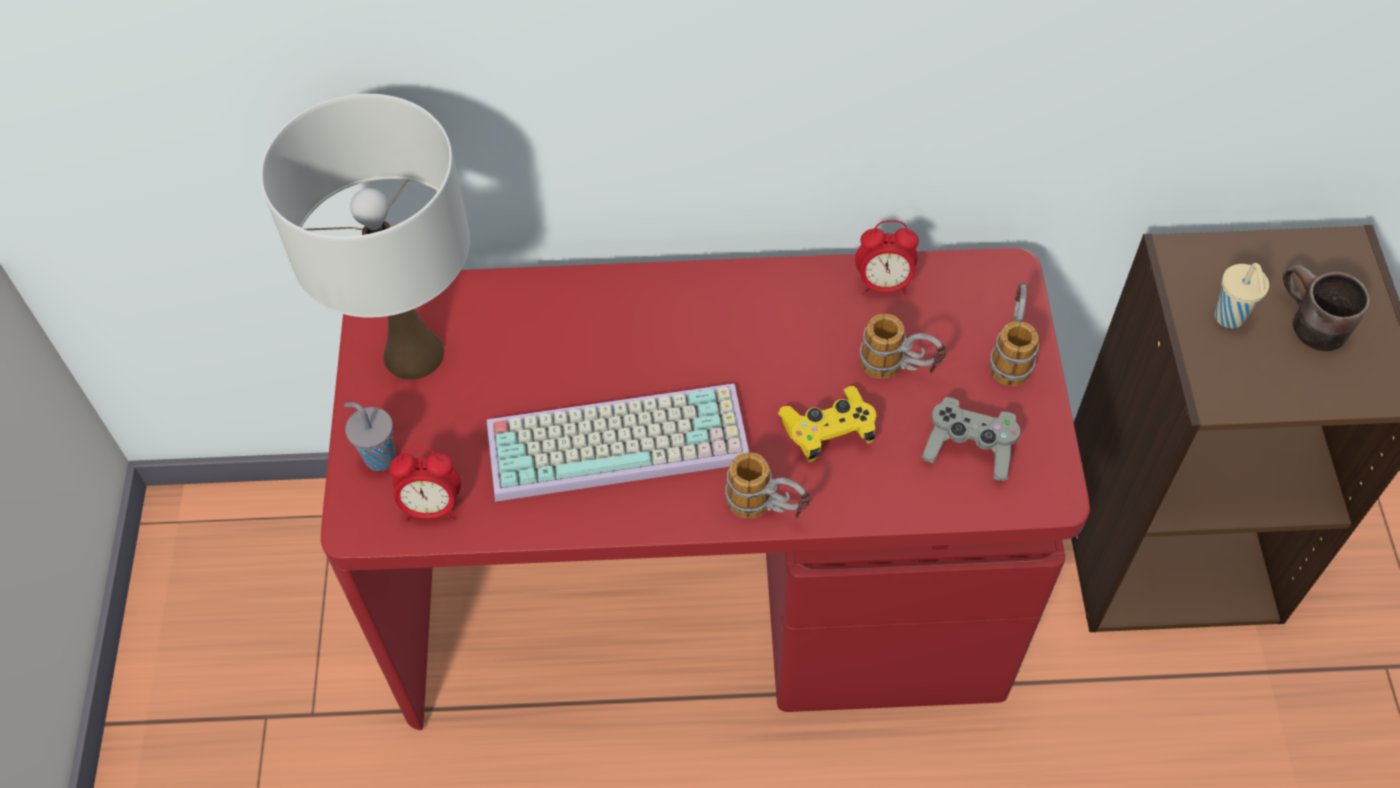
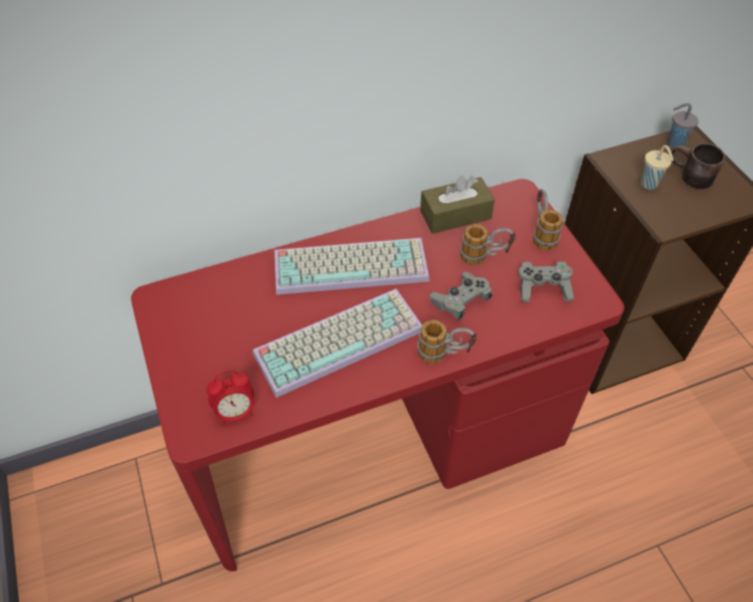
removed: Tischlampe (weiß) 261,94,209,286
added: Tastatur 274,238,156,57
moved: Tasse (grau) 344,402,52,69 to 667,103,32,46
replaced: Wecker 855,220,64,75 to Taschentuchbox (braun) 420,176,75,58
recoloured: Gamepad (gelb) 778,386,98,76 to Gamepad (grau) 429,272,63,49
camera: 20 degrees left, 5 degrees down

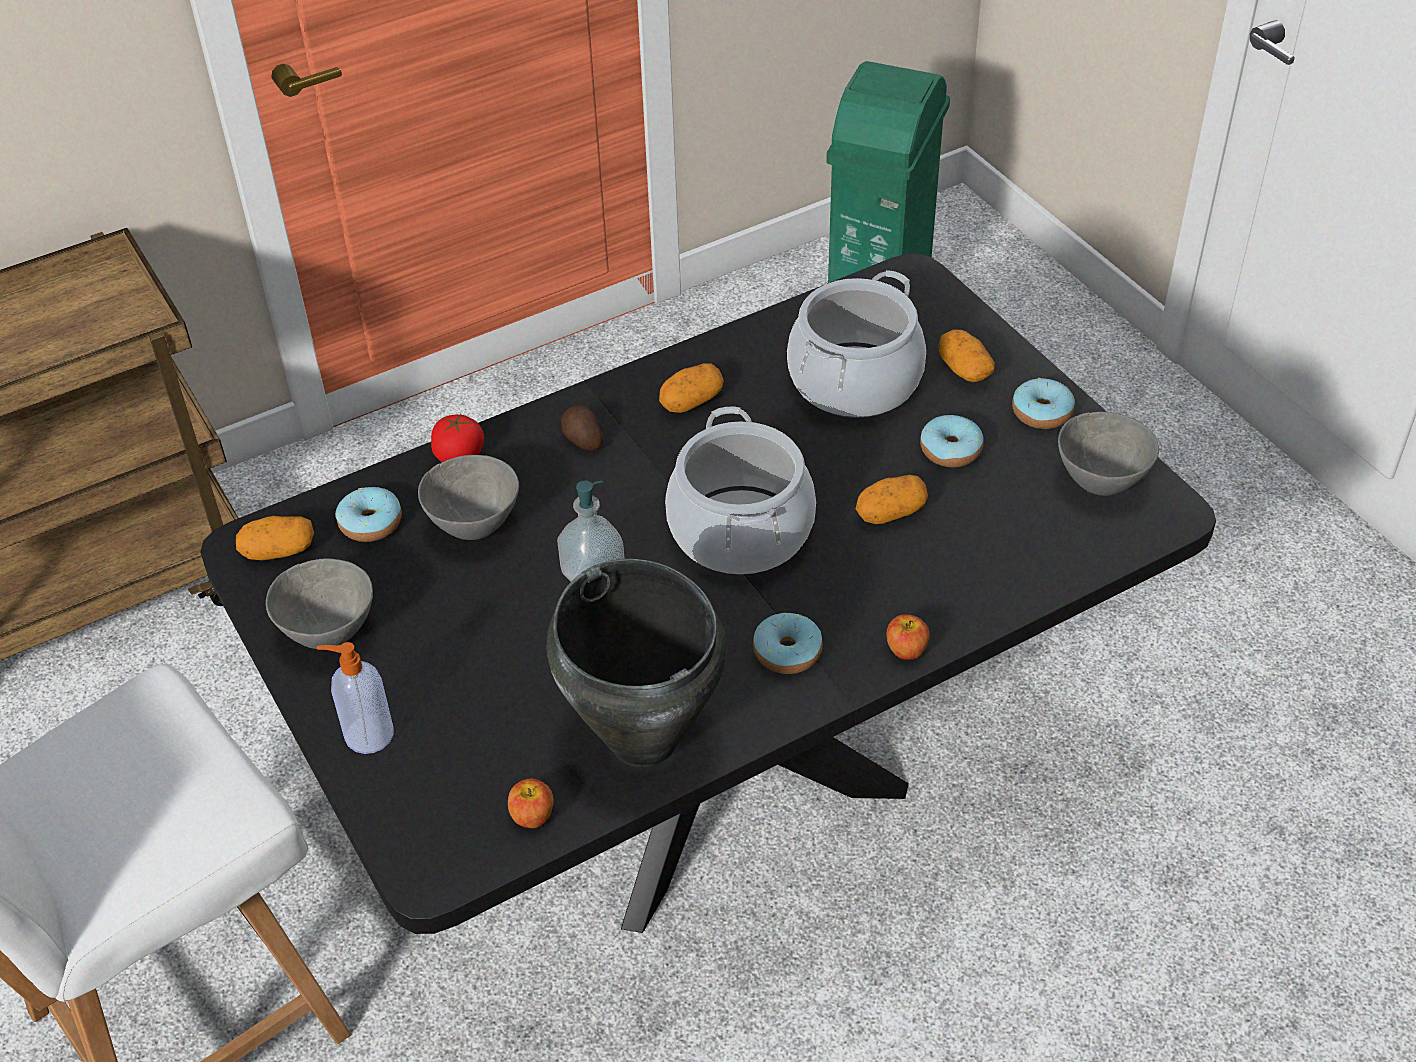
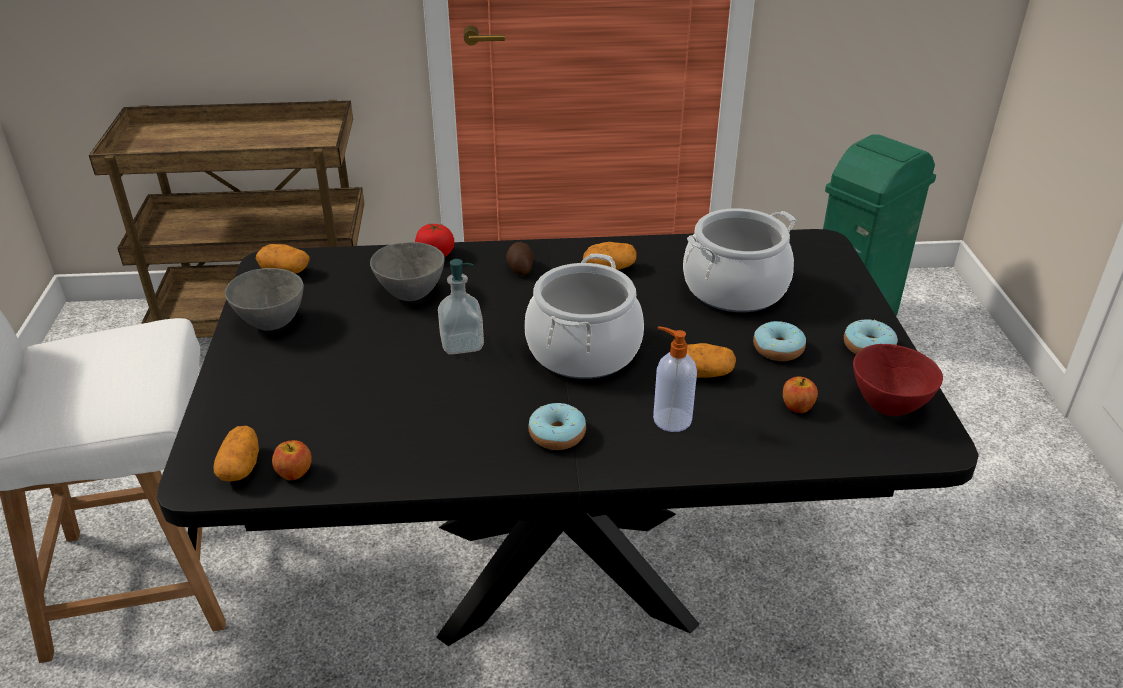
removed: Donut 335,487,67,55; Kochtopf (schwarz) 547,559,179,208
moved: Seifenspender 317,642,76,112 to 653,326,44,106; Apfel 887,614,43,46 to 783,376,35,37; Kartoffel 938,330,57,52 to 213,426,46,56
recoloured: Schüssel (grau) 1058,412,101,84 to Schüssel (rot) 853,344,90,72
camera: 25 degrees right, 10 degrees down

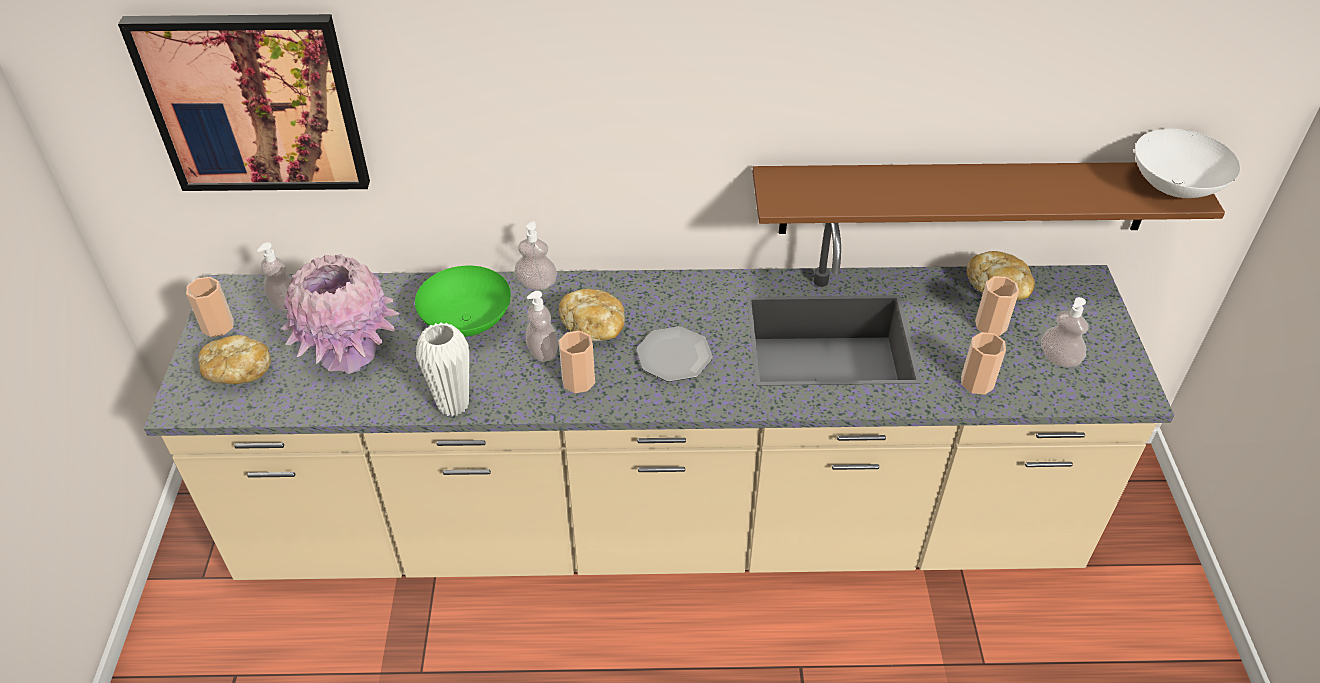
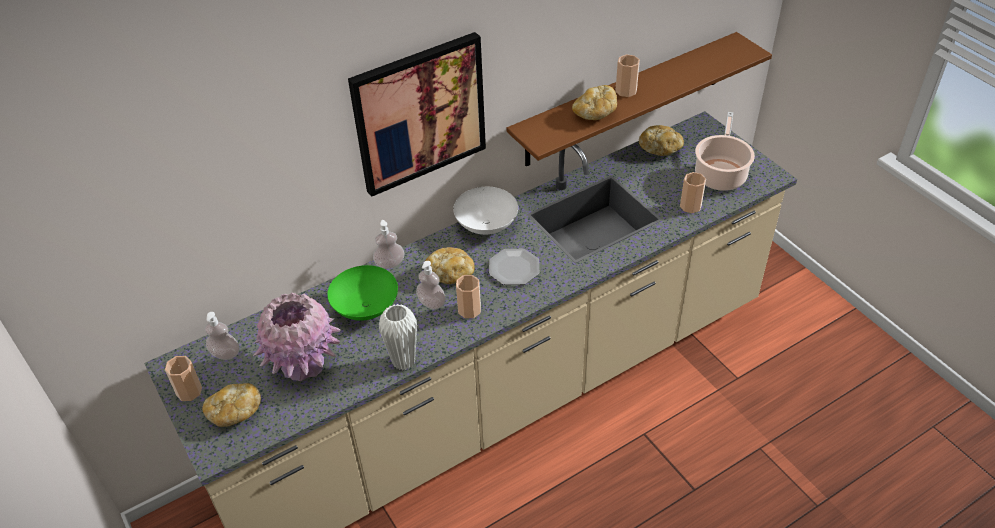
added: Brot 572,85,45,35
moved: Bild 118,14,252,177 to 348,32,138,165; Tasse 975,276,44,60 to 615,54,25,43; Schüssel (weiß) 1135,129,105,69 to 453,187,65,48
replaced: Seifenspender 1041,297,48,71 to Kochtopf 695,112,60,79
camera: 30 degrees left, 0 degrees up

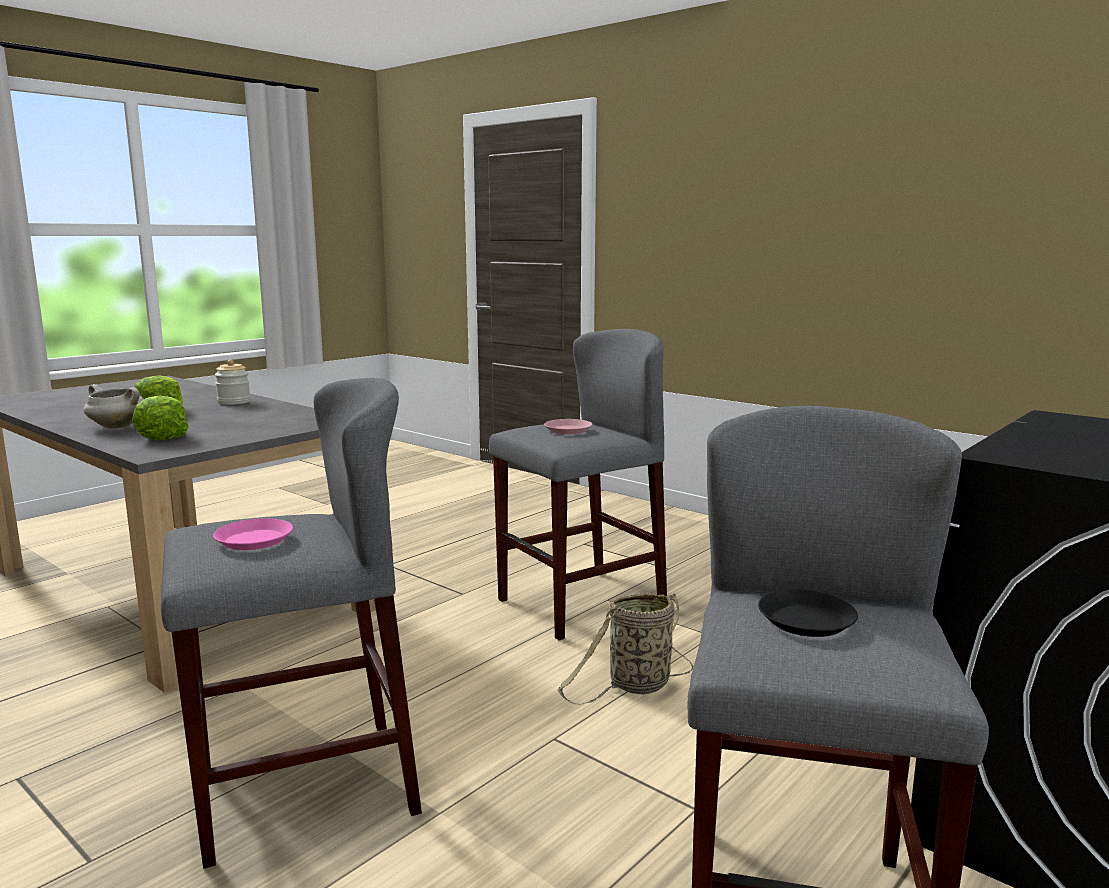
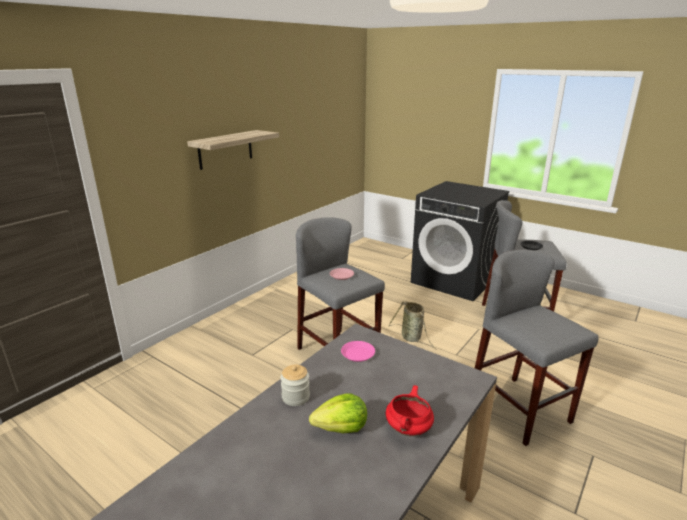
removed: Salatkopf 132,395,57,45
added: Wandregal 187,130,92,40
moved: Teller (rosa) 213,519,80,31 to 341,341,34,21
recoloured: Kochtopf (weiß) 83,384,61,45 to Kochtopf (rot) 386,385,48,51
camera: 95 degrees left, 10 degrees up

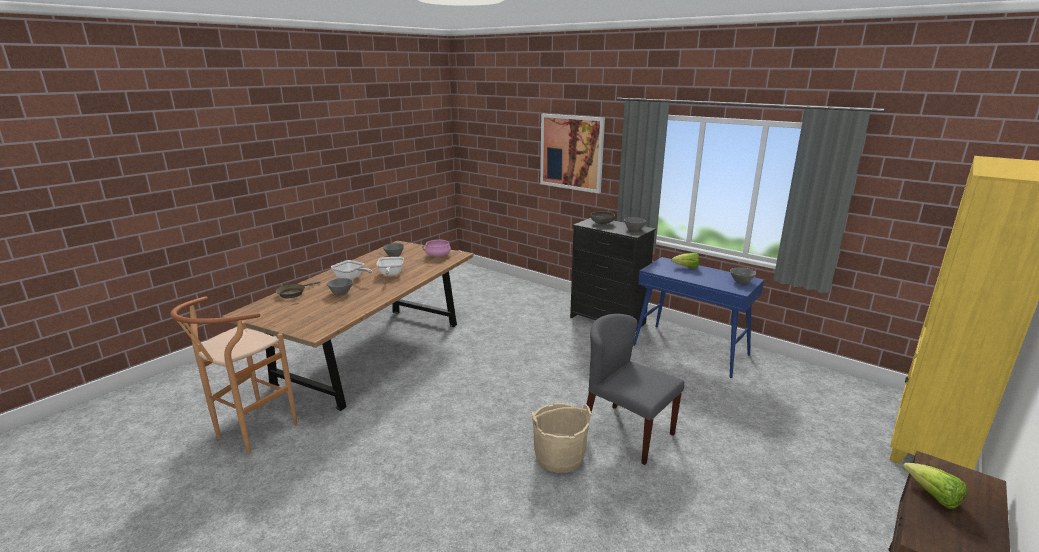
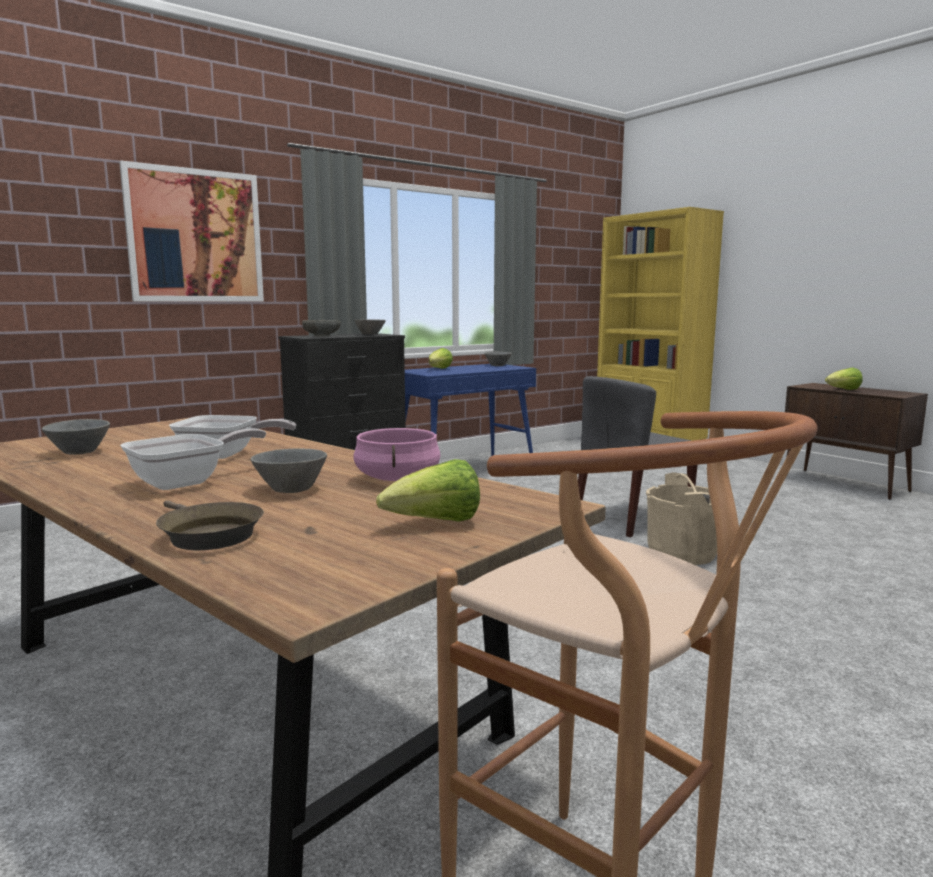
added: Salatkopf 376,459,104,63
moved: Kochtopf (rosa) 422,240,30,17 to 353,428,87,53
camera: 75 degrees left, 10 degrees down

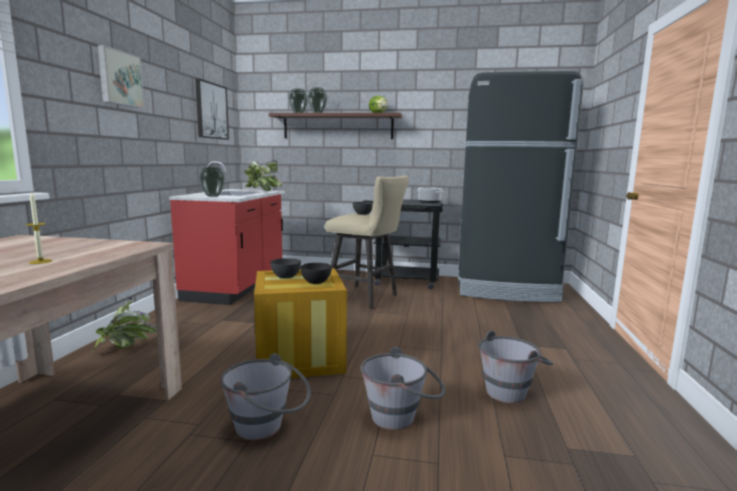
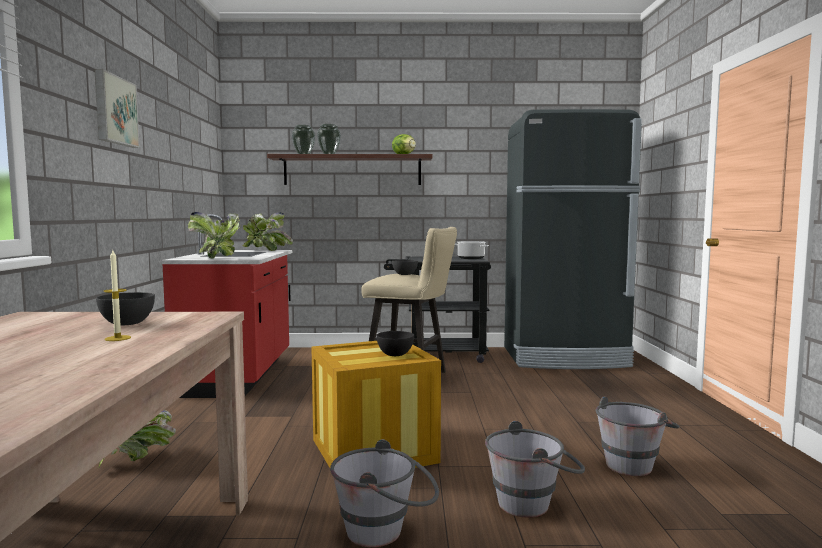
removed: Bild 195,78,34,62
moved: Schüssel (grau) 270,258,31,21 to 96,292,59,33
replaced: Vase 199,166,26,31 to Topfpflanze 188,212,52,47
camera: 10 degrees left, 5 degrees down

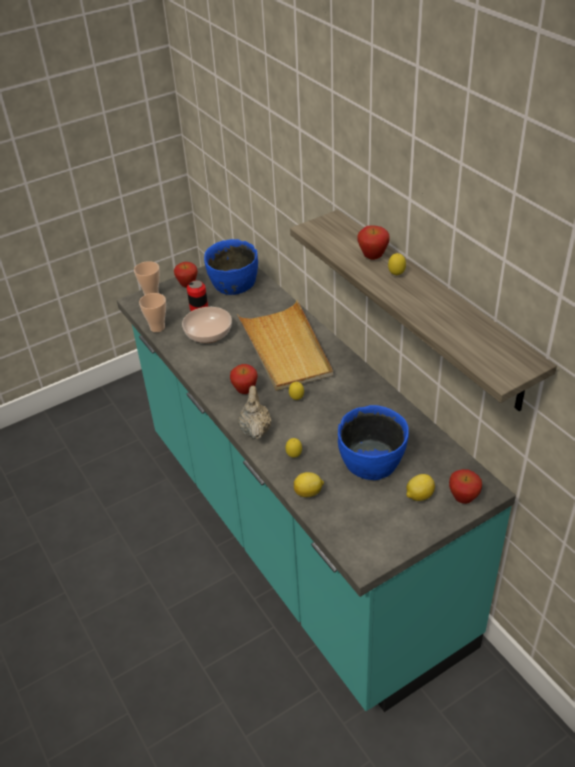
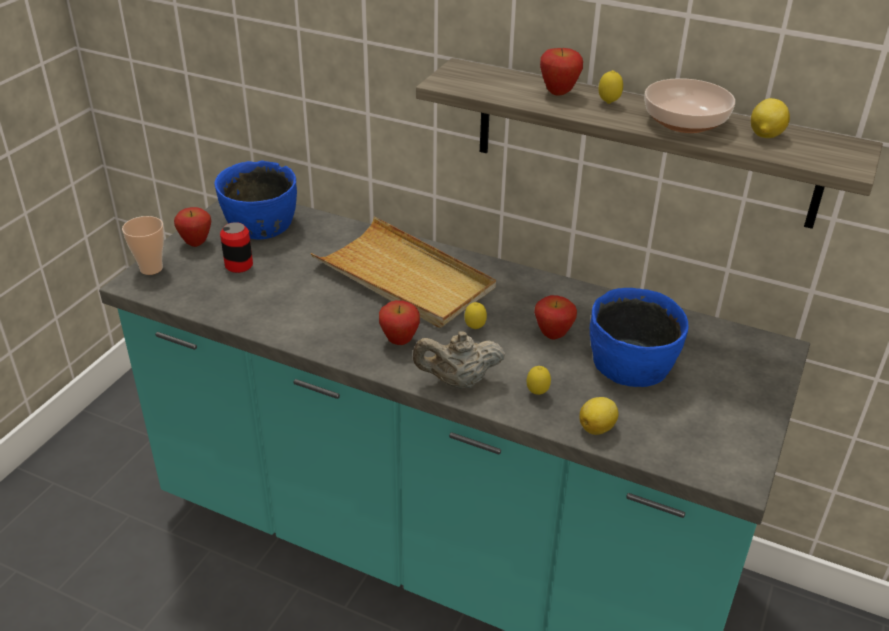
removed: Tasse 139,293,27,39
moved: Schüssel 182,307,50,36 to 645,78,90,55; Zitrone 406,474,29,27 to 751,98,39,40; Apfel 449,469,33,35 to 534,295,43,44
turned: Teekanne (beige) 238,386,33,53 = 413,331,92,58 60 degrees counterclockwise
camera: 35 degrees left, 5 degrees down

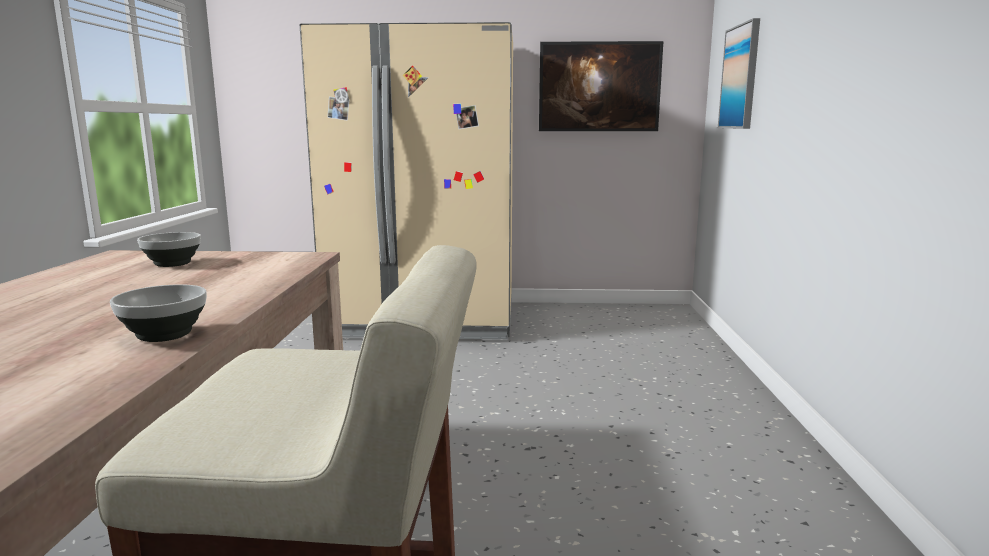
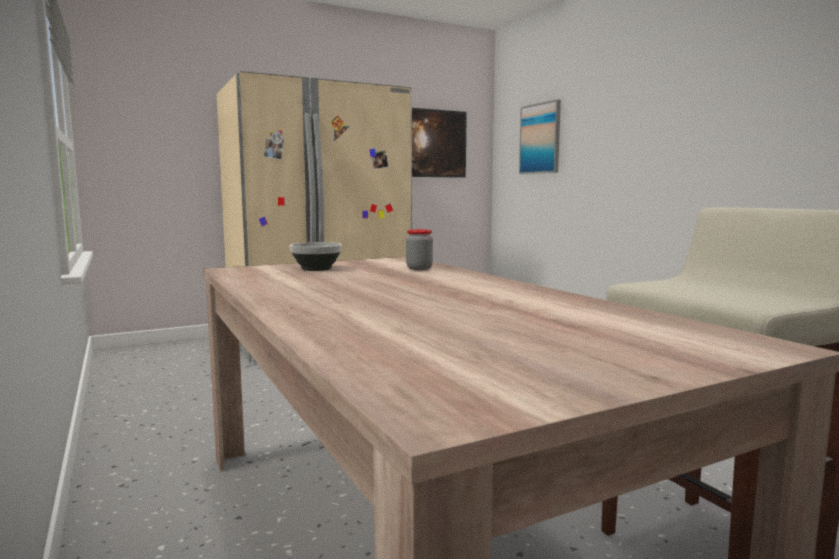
removed: Schüssel 110,284,97,58
added: Vorratsglas 406,229,27,41
camera: 30 degrees left, 5 degrees down

